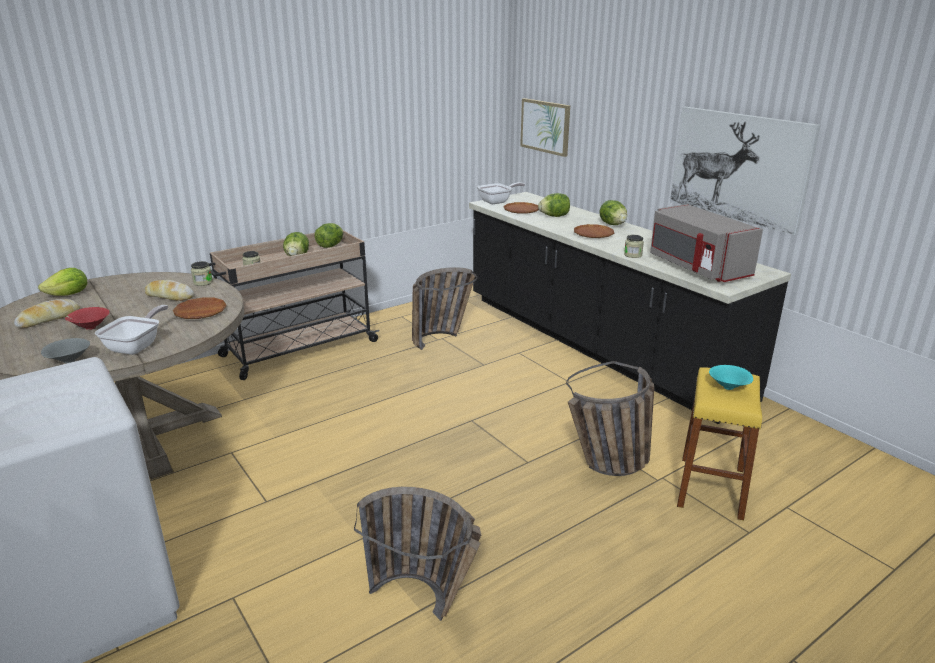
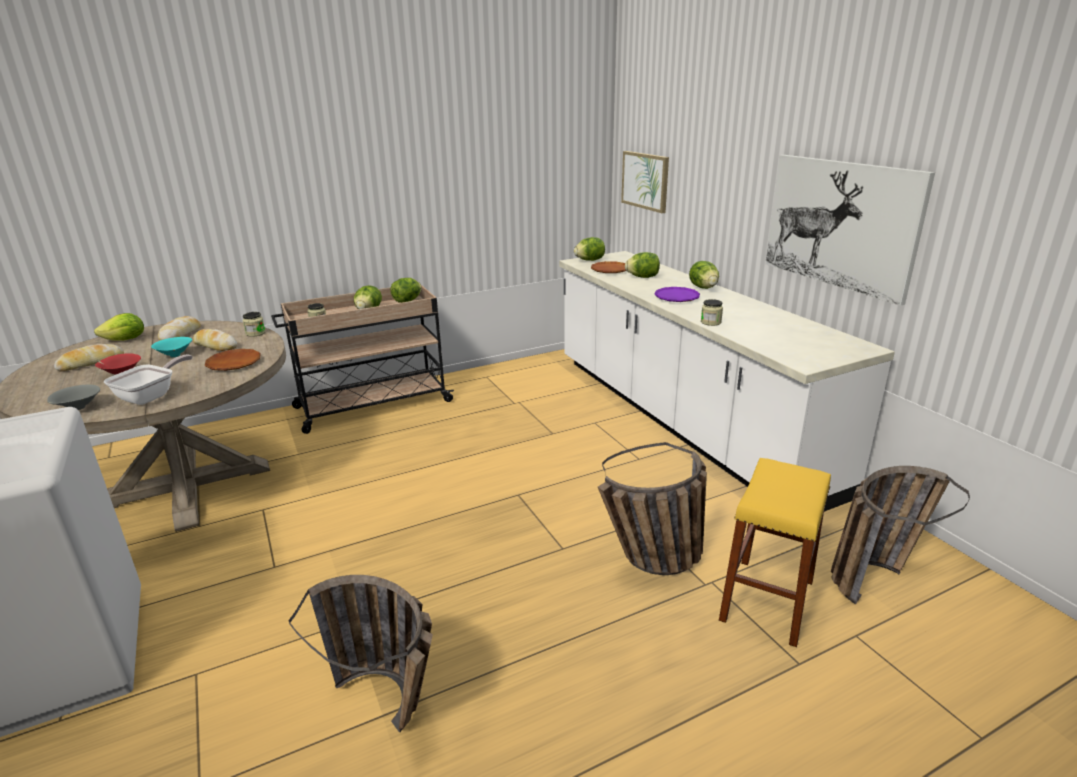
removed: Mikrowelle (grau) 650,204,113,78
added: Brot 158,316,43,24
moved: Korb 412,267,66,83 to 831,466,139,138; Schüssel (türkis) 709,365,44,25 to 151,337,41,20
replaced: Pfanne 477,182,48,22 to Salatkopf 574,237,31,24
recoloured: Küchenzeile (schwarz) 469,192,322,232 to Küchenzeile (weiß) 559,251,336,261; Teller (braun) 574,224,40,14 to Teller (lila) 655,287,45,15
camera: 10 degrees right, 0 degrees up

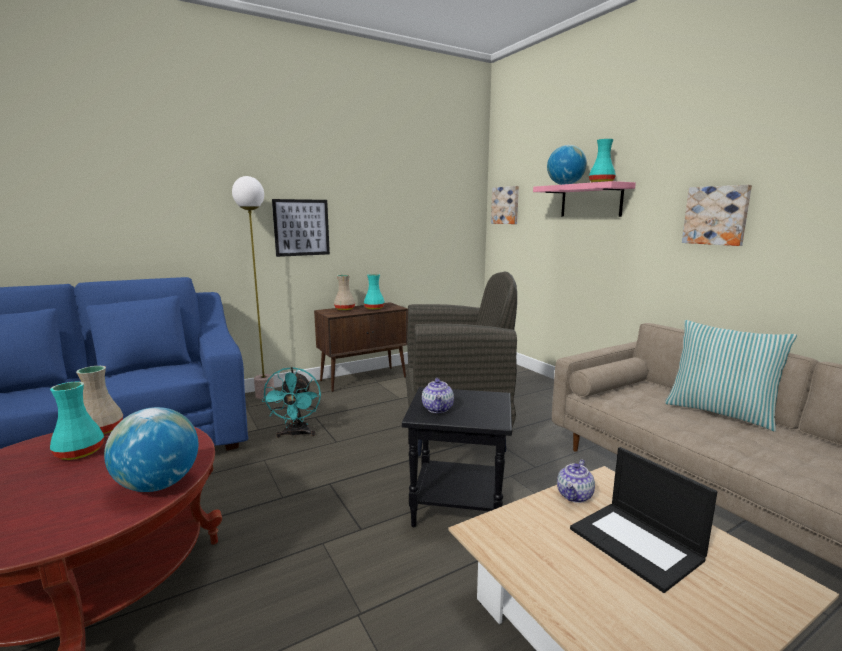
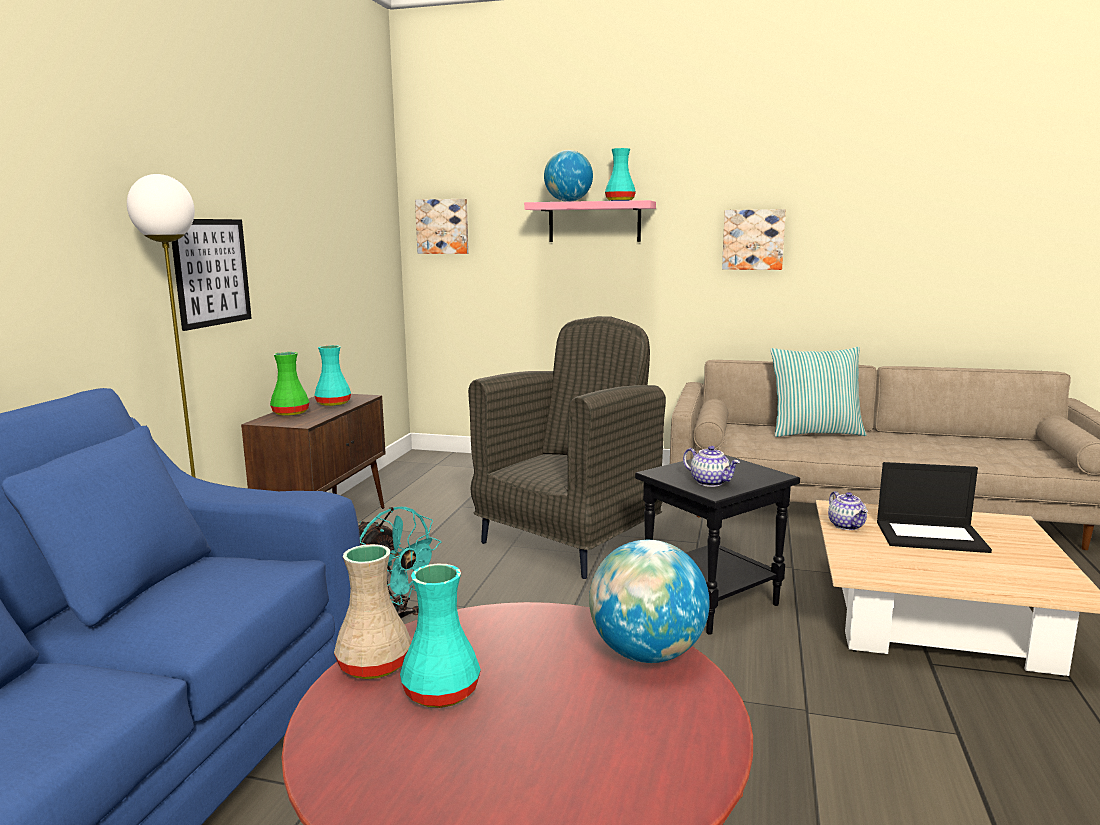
recoloured: Vase (beige) 334,275,21,35 to Vase (grün) 270,352,39,64
camera: 45 degrees left, 0 degrees up

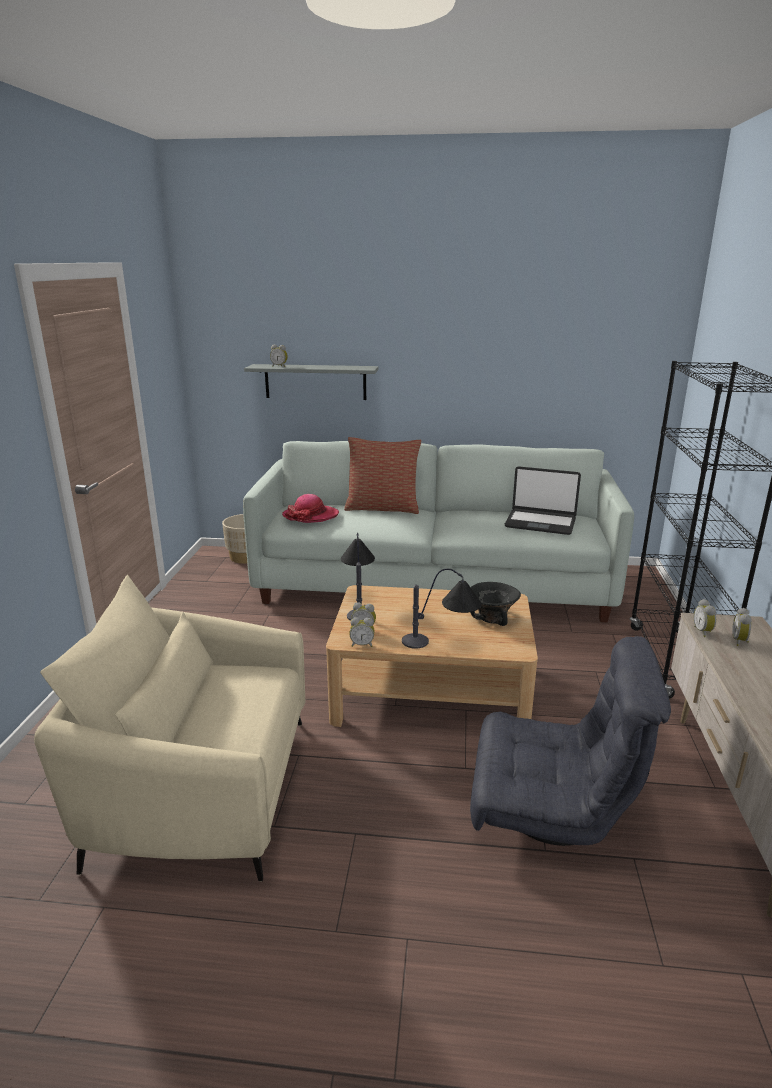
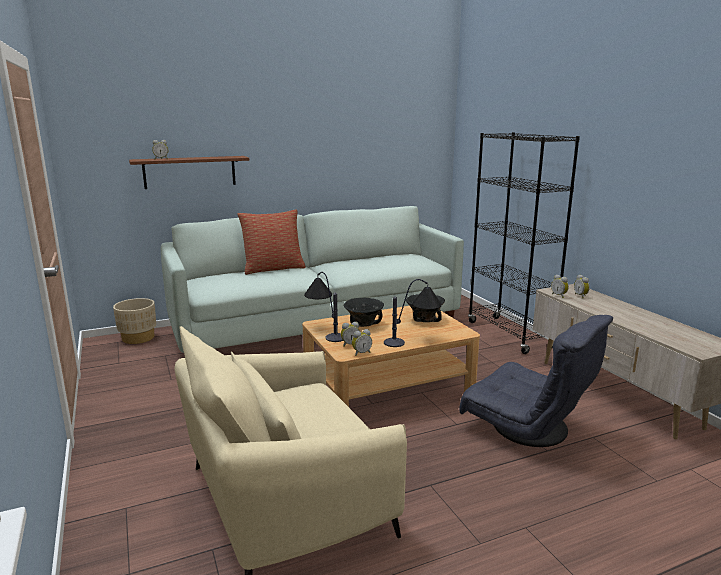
removed: Hut 282,494,57,29; Laptop 505,466,76,69
added: Schüssel (schwarz) 344,298,40,29
recoloured: Wandregal (grau) 244,364,135,36 to Wandregal (braun) 129,156,120,33
turned: Sessel (grau) 470,636,201,210 = 459,315,154,132 60 degrees clockwise
camera: 30 degrees left, 5 degrees down

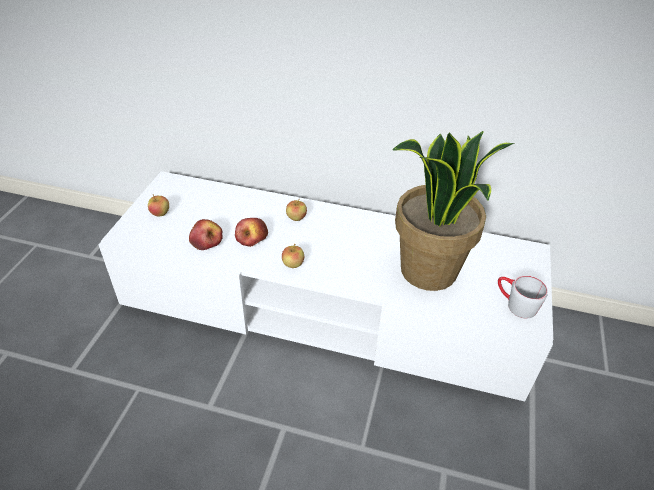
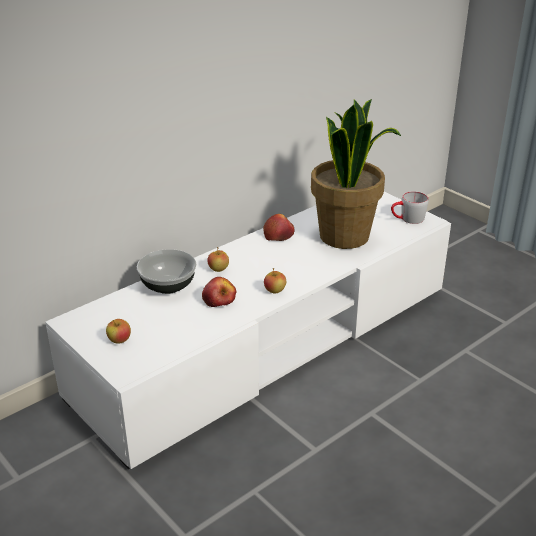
added: Schüssel 137,249,59,45
moved: Apfel 189,219,34,31 to 263,214,31,27
camera: 55 degrees left, 10 degrees down

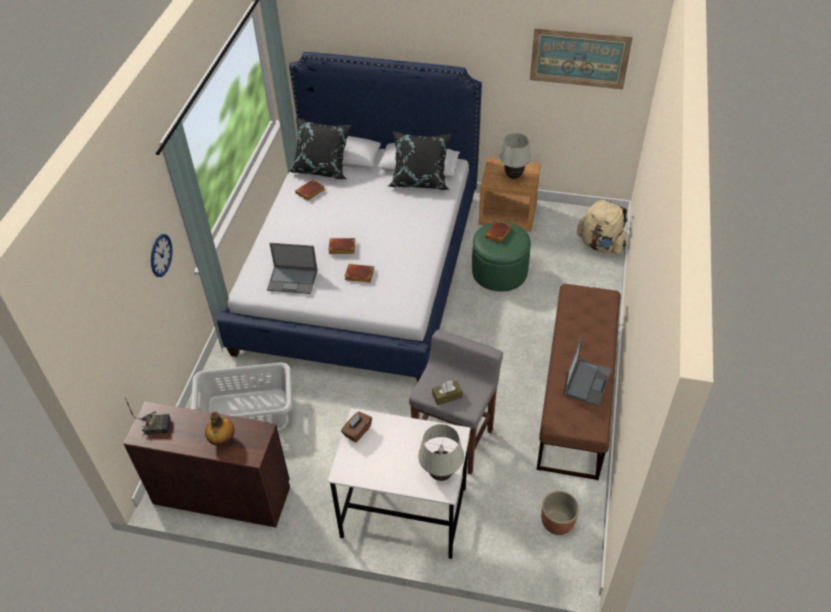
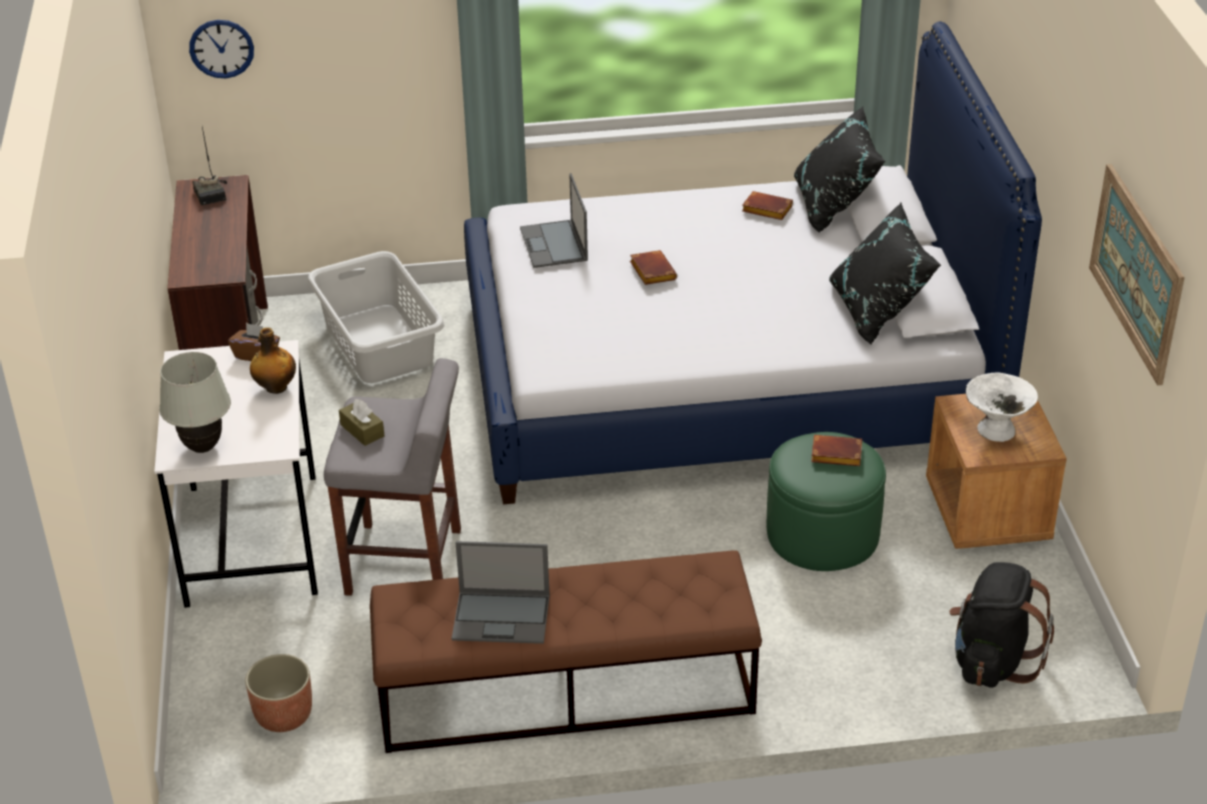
removed: Buch (braun) 344,264,30,19
moved: Wanduhr 151,234,21,43 to 189,20,65,58; Flasche 205,411,30,35 to 250,327,46,67
replaced: Tischlampe (weiß) 499,133,32,46 to Schüssel (weiß) 966,372,72,70
recoloured: Rucksack (beige) 577,200,50,54 to Rucksack (schwarz) 949,562,105,126
camera: 70 degrees right, 10 degrees down

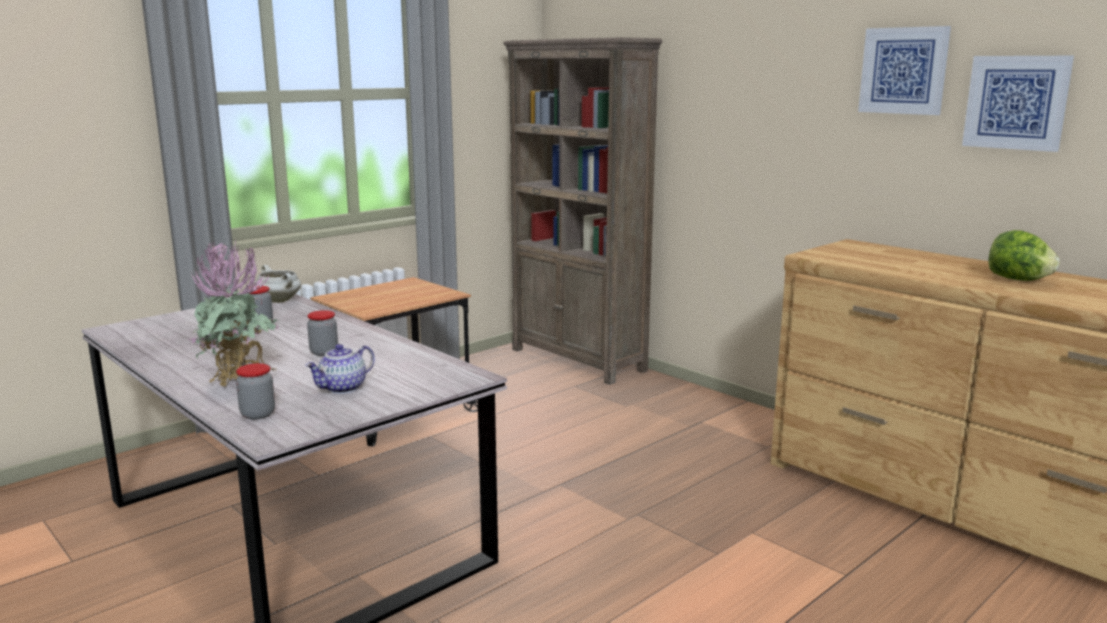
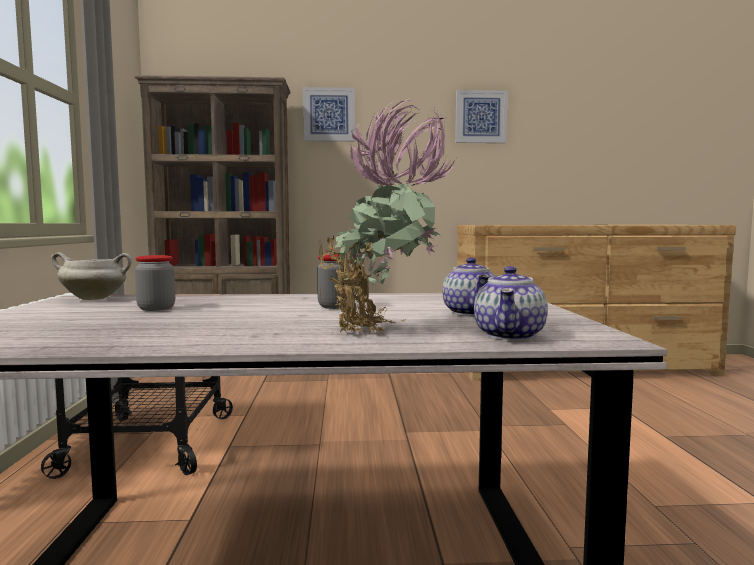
removed: Salatkopf 988,230,71,51
moved: Bild 962,56,112,96 to 303,87,52,54
replaced: Vorratsglas 236,363,39,57 to Teekanne 474,266,73,74
camera: 50 degrees left, 10 degrees down

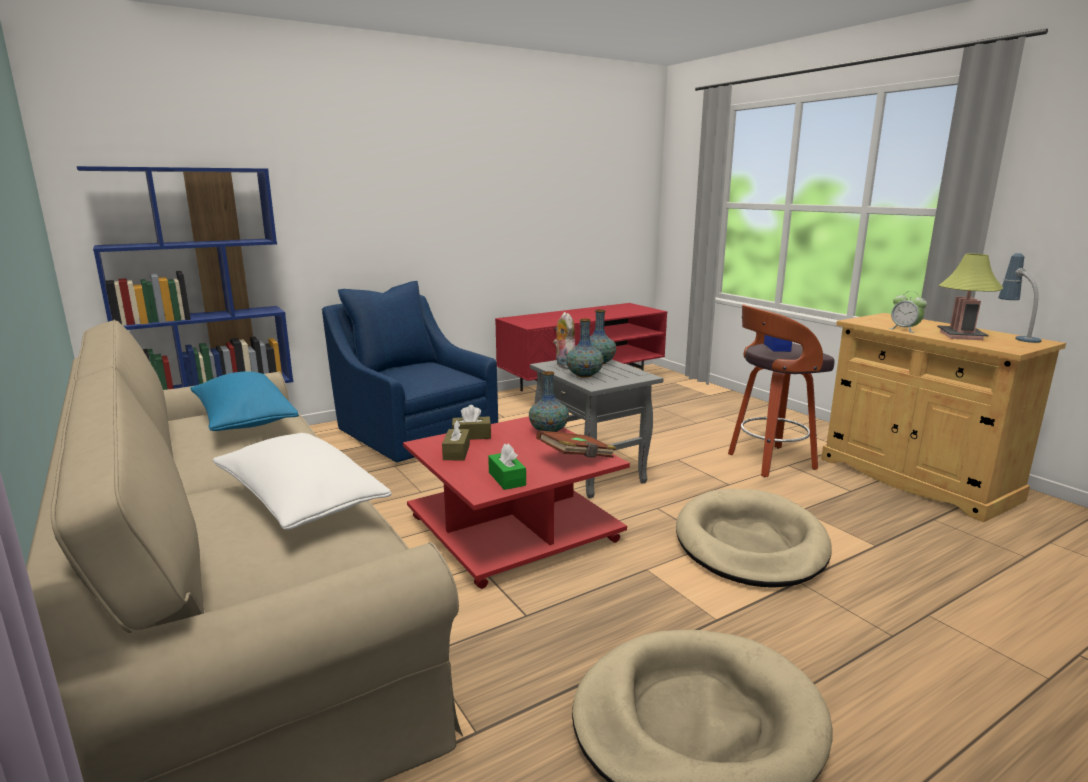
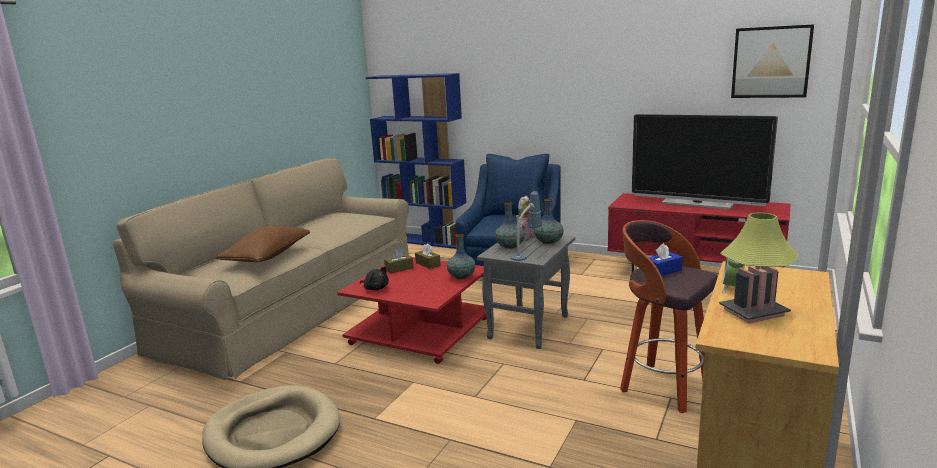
removed: Kissen (blau) 190,371,109,60; Buch (braun) 536,431,81,27; Hundebett (beige) 676,489,156,98
added: Fernseher 632,114,146,96; Bild 731,24,83,74
moved: Tischlampe 998,253,44,90 to 511,191,31,70
replaced: Taschentuchbox (grün) 488,444,38,46 to Plüschtier (schwarz) 360,267,29,23
recoloured: Kissen (weiß) 212,433,180,97 to Kissen (braun) 216,225,94,37
camera: 60 degrees right, 0 degrees up

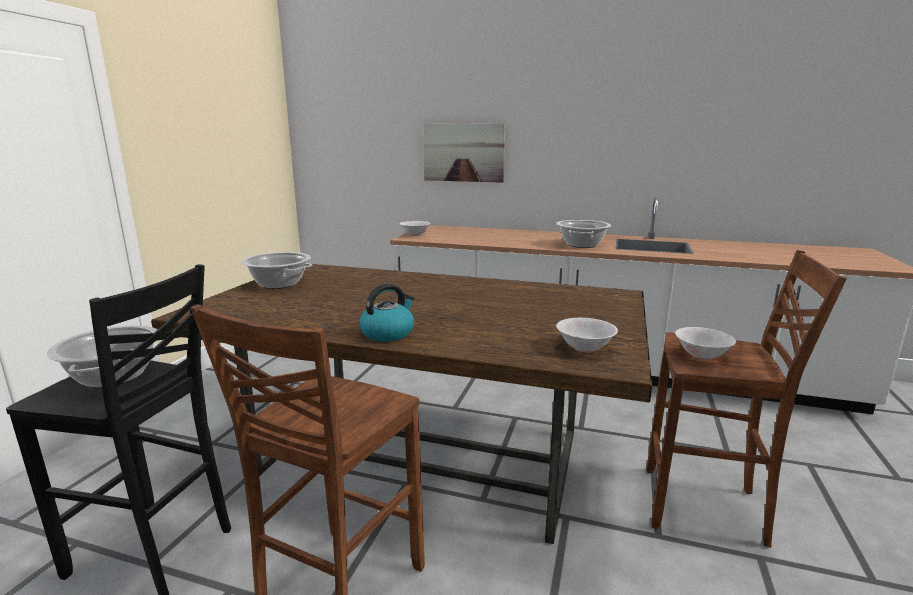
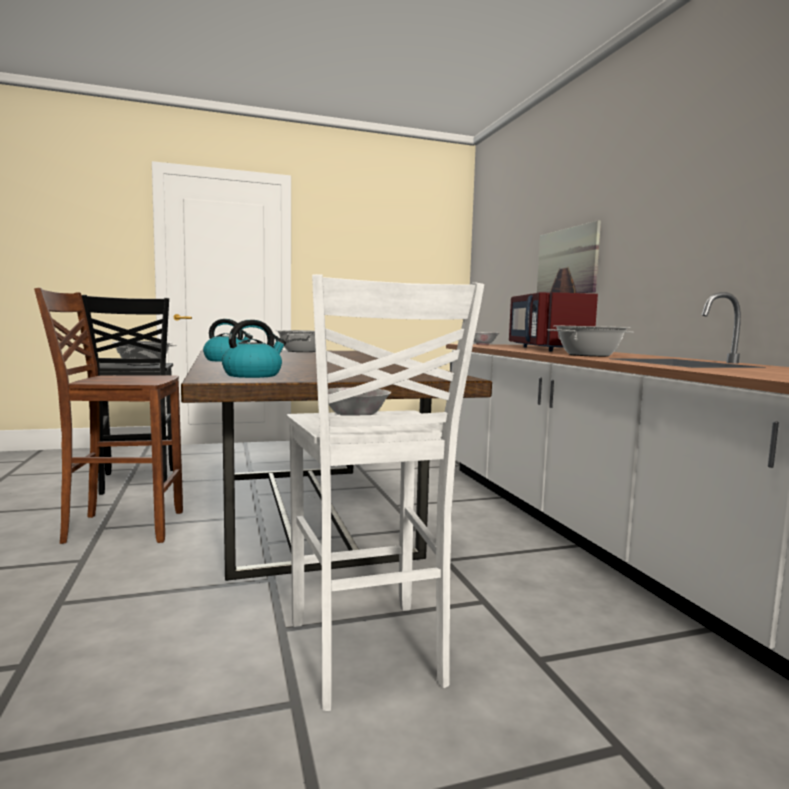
added: Mikrowelle (rot) 509,292,89,59
replaced: Schüssel (weiß) 556,318,62,35 to Wasserkessel 222,320,64,58
recoloured: Hocker (braun) 647,250,199,298 to Hocker (weiß) 286,274,198,437
camera: 55 degrees right, 10 degrees down

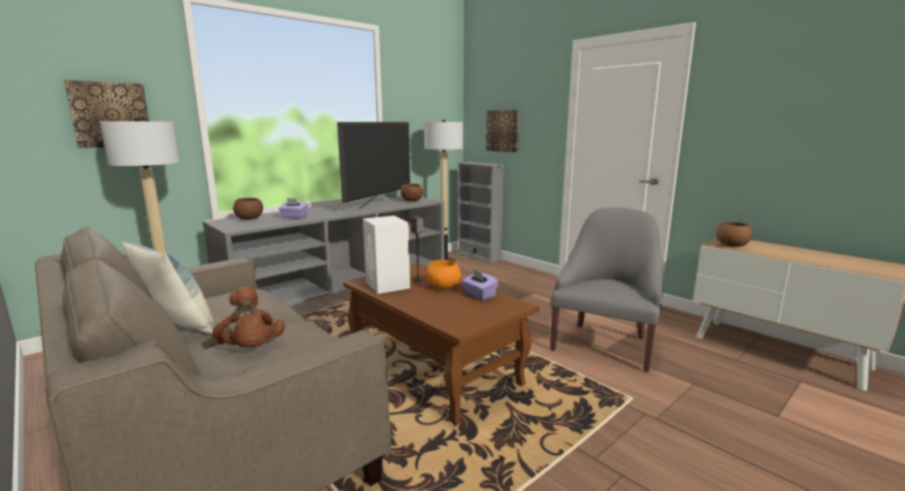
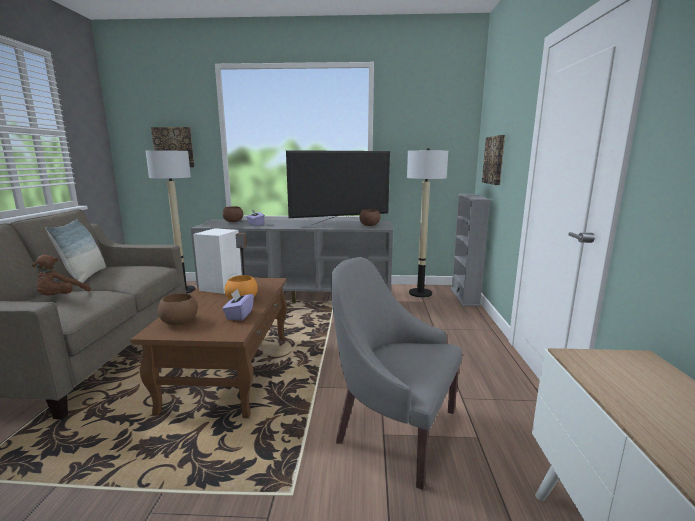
moved: Schüssel (braun) 716,222,36,25 to 158,293,40,32
turned: Sessel (grau) 550,208,113,164 = 331,257,131,233 135 degrees counterclockwise
camera: 45 degrees right, 0 degrees up

